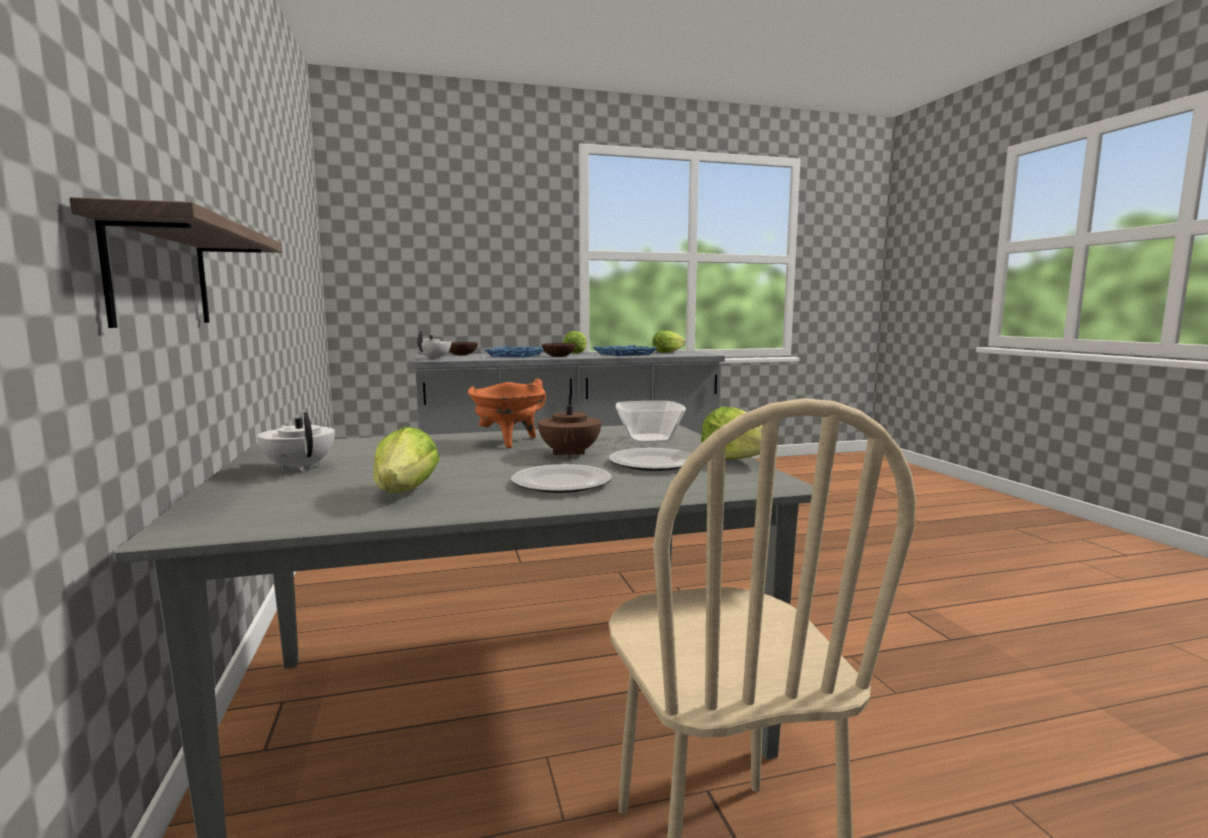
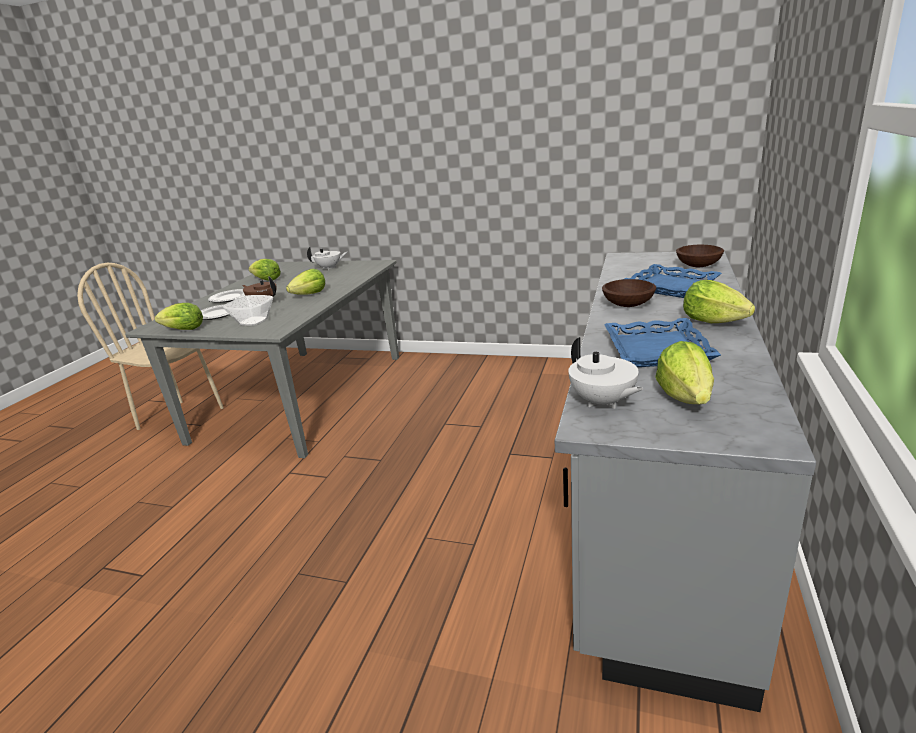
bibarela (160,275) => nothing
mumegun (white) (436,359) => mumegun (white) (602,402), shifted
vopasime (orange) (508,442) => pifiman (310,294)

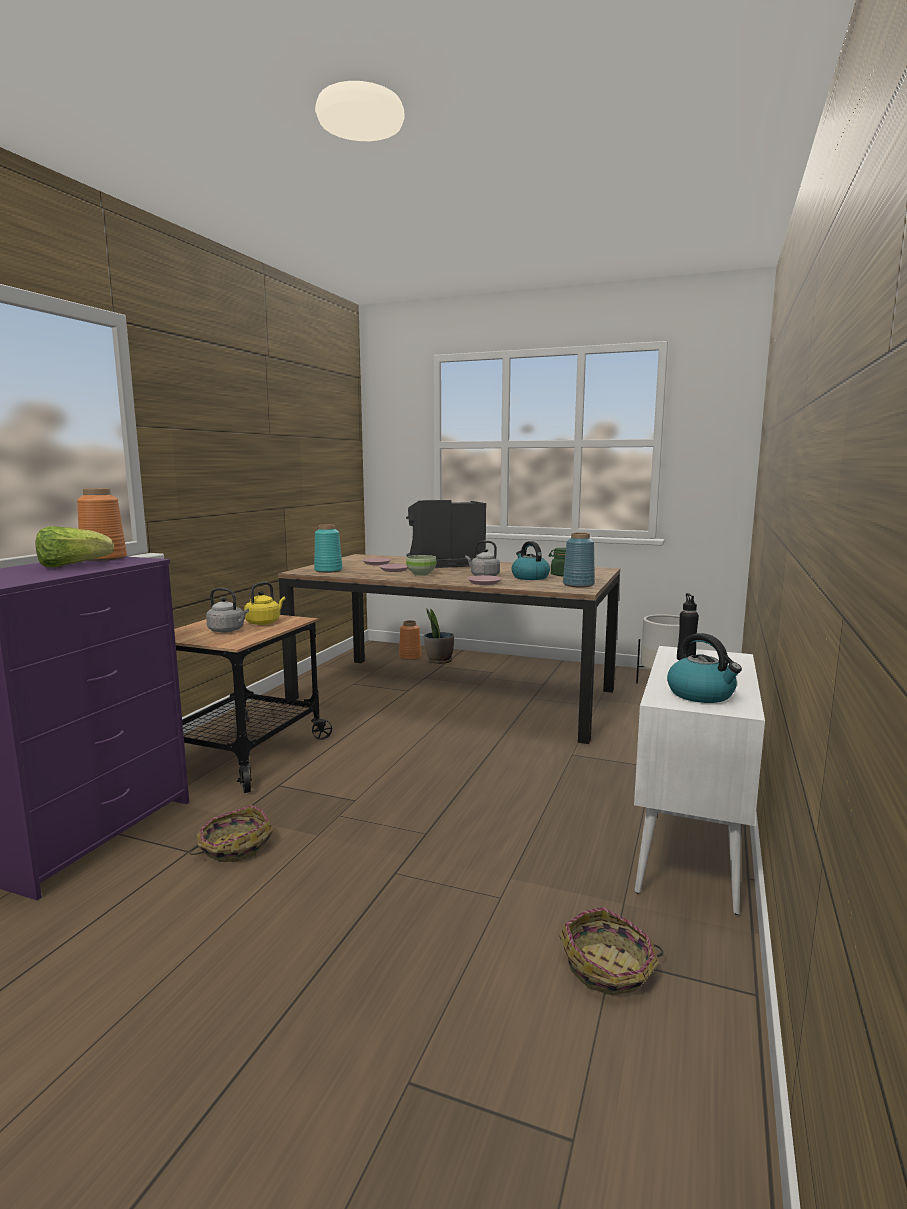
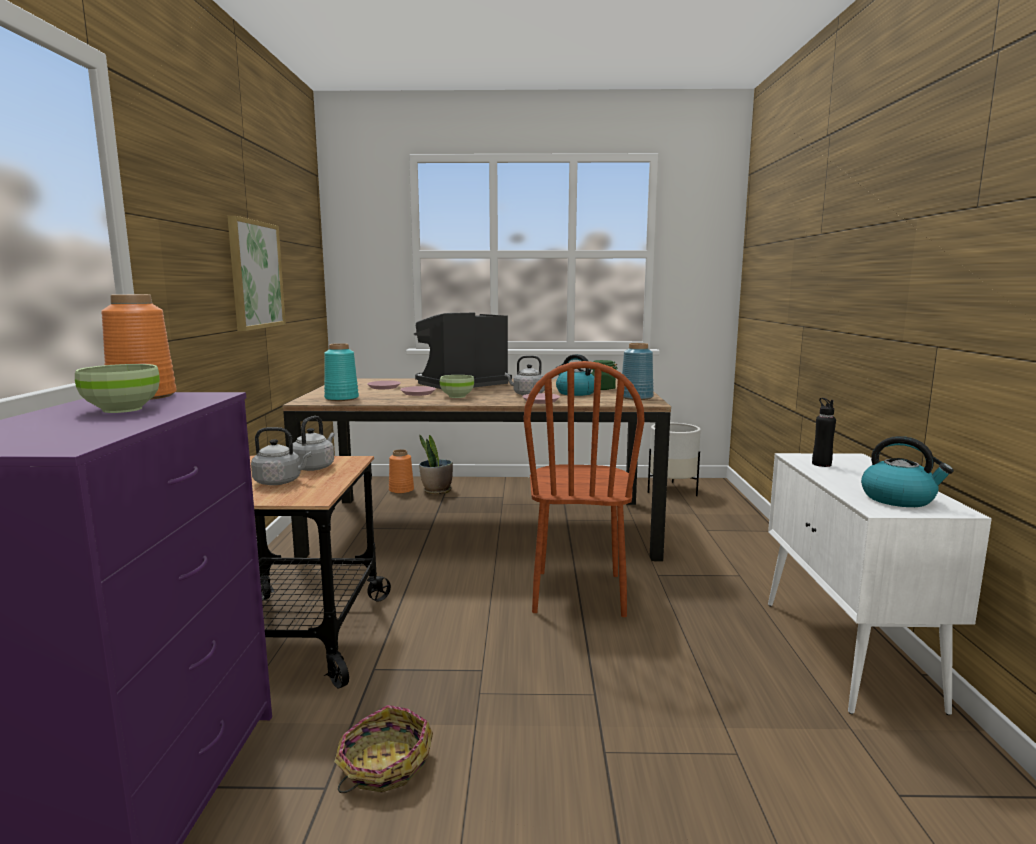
pifiman (72,566) => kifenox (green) (121,409)
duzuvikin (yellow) (264,622) => duzuvikin (grey) (314,467)
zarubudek (609,968) => nothing
nothing => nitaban (255,275)
nothing => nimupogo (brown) (578,593)

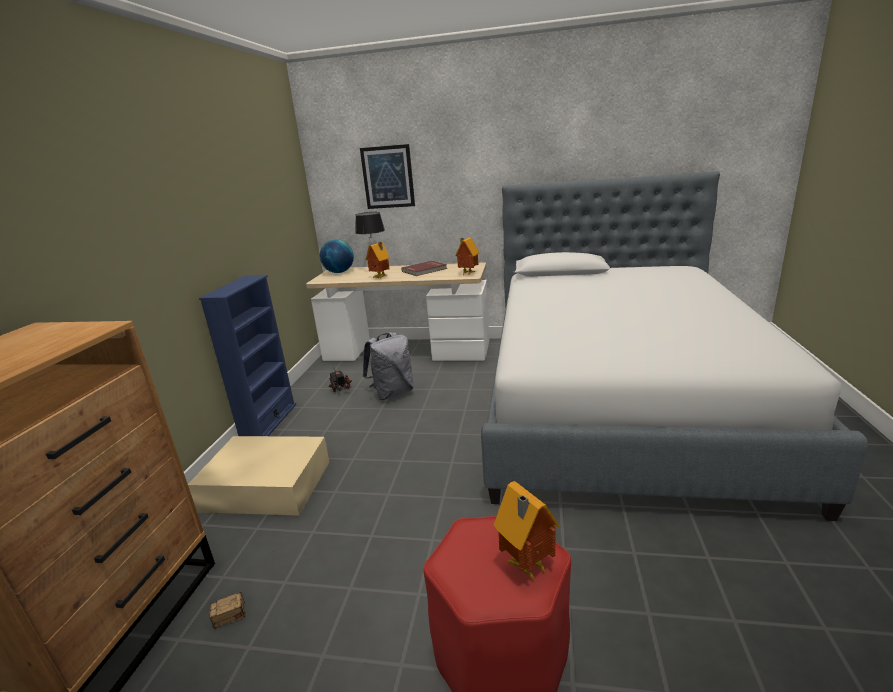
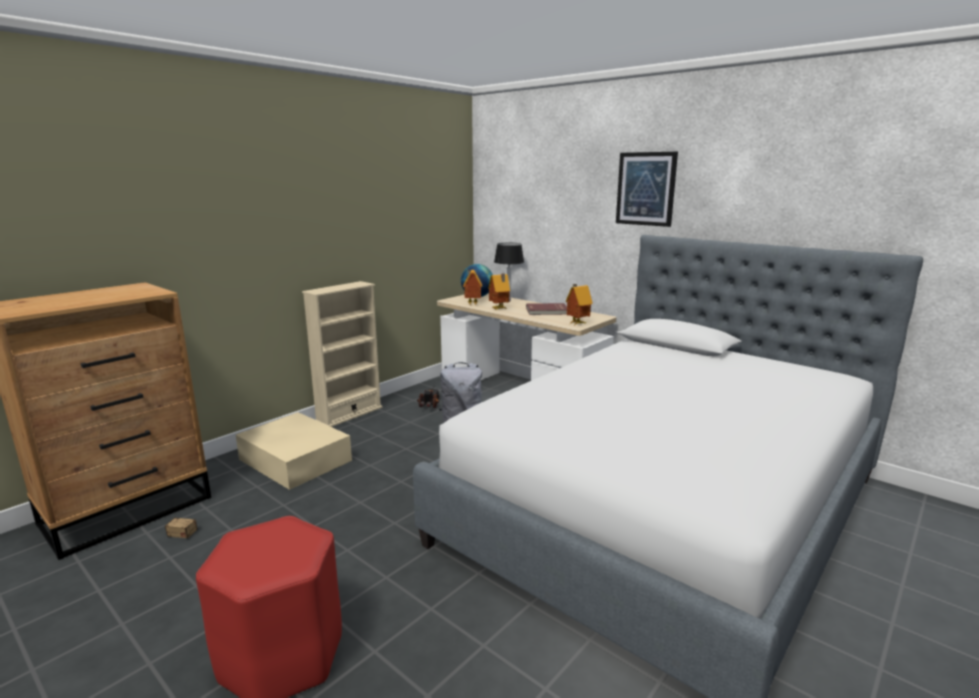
nitaban (388,177) => nitaban (646,189), shifted
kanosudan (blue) (269,422) => kanosudan (beige) (349,414)
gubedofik (526,567) => gubedofik (471,304), shifted

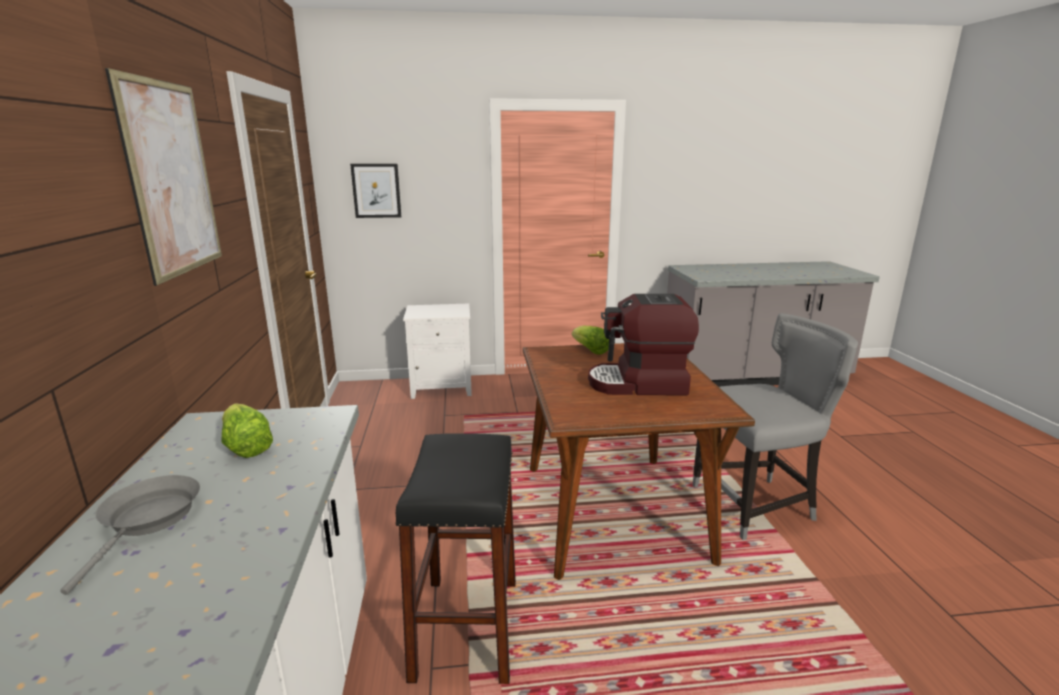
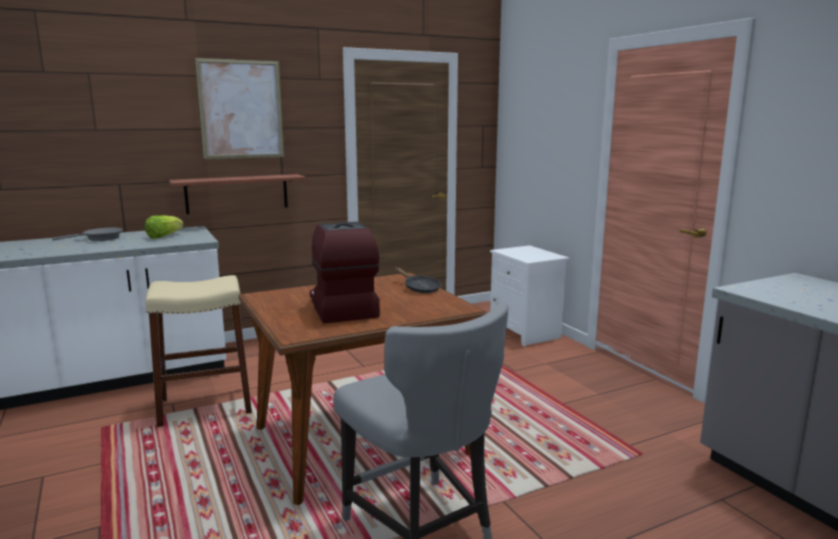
nitaban (376,190) => nothing
pifiman (590,350) => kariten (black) (419,288)
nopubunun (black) (466,627) => nopubunun (beige) (205,406)
nothing => bibarela (237,193)

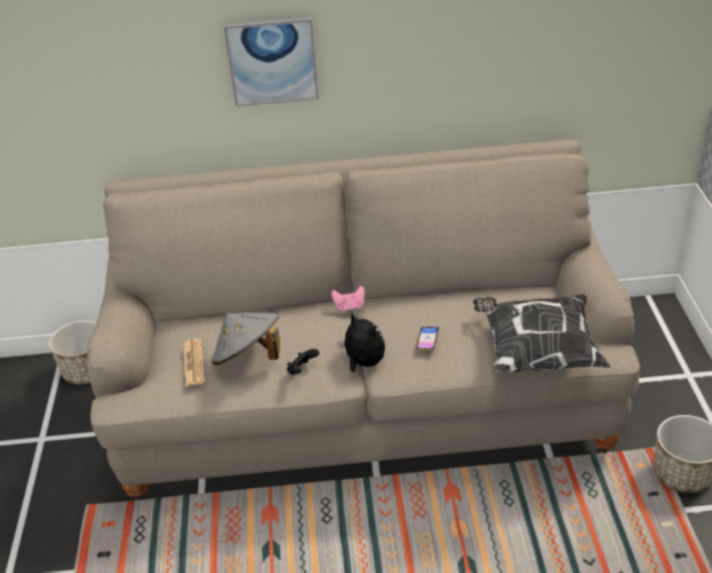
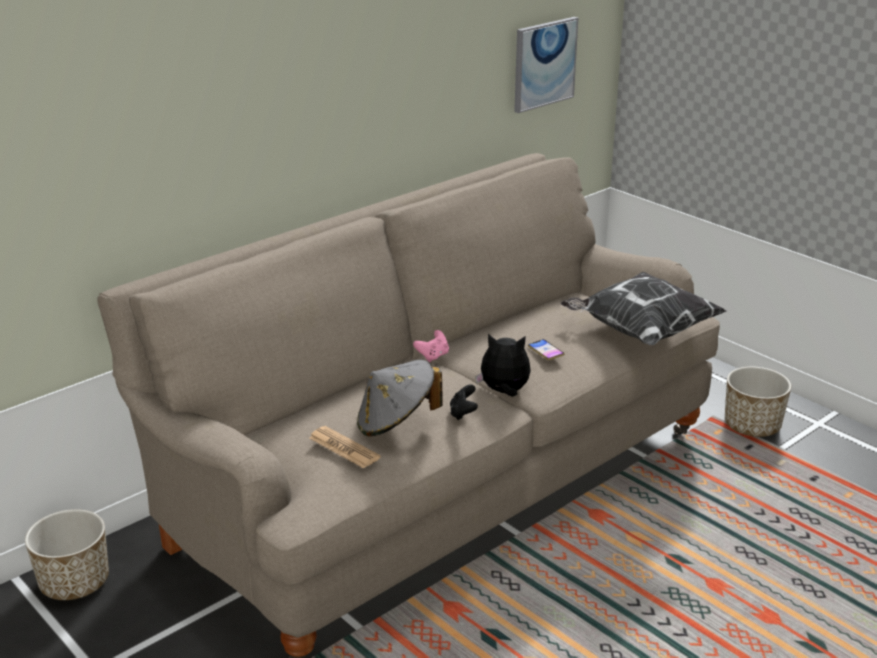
nitaban (272,61) => nitaban (544,64), shifted

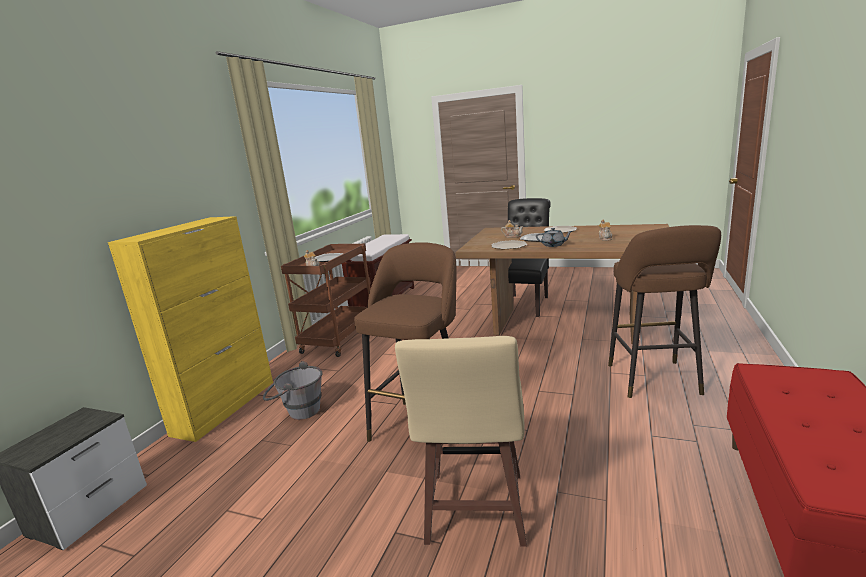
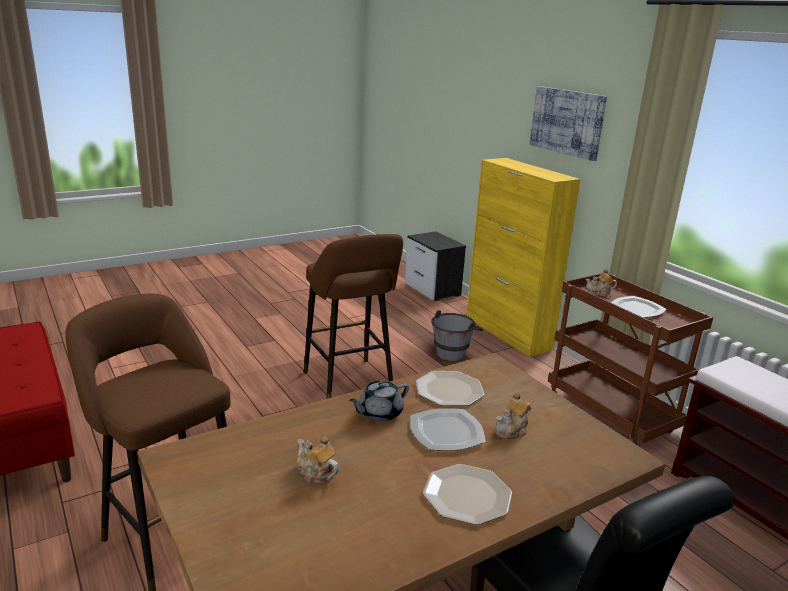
nopubunun (beige) (474,510) => nothing
nothing => nitaban (567,122)

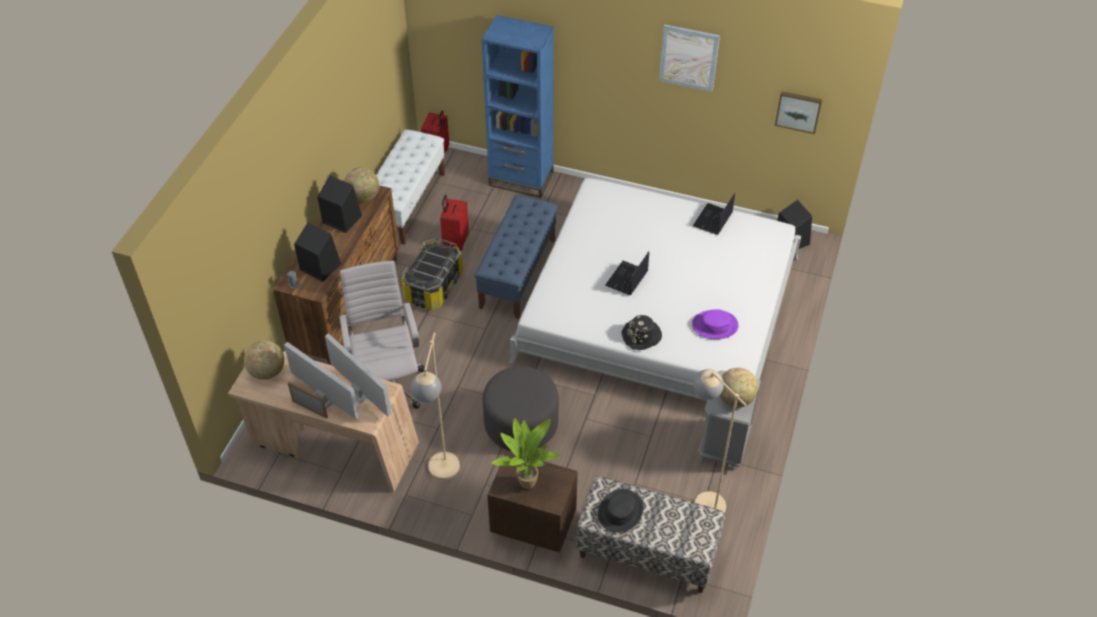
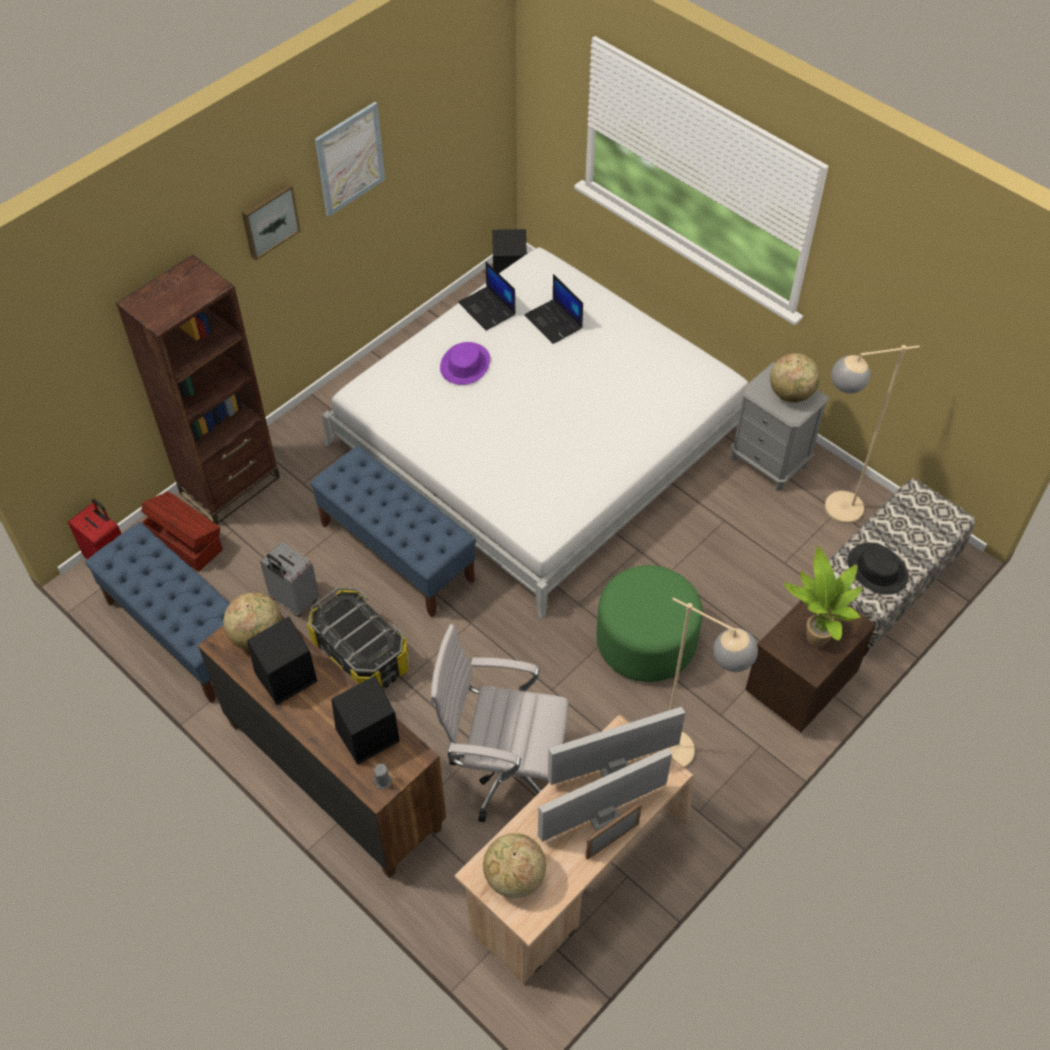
kanosudan (blue) (521,179) => kanosudan (brown) (230,485)
nitaban (798,111) => nitaban (269,220), shifted
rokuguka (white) (407,203) => rokuguka (blue) (182,632)
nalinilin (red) (455,241) => nalinilin (grey) (294,600)
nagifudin (627,279) => nagifudin (554,322), shifted
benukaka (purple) (715,325) => benukaka (purple) (465,364), shifted
benukaka (black) (641,335) => nothing
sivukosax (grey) (521,424) => sivukosax (green) (646,642)
nothing => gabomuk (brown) (185,541)

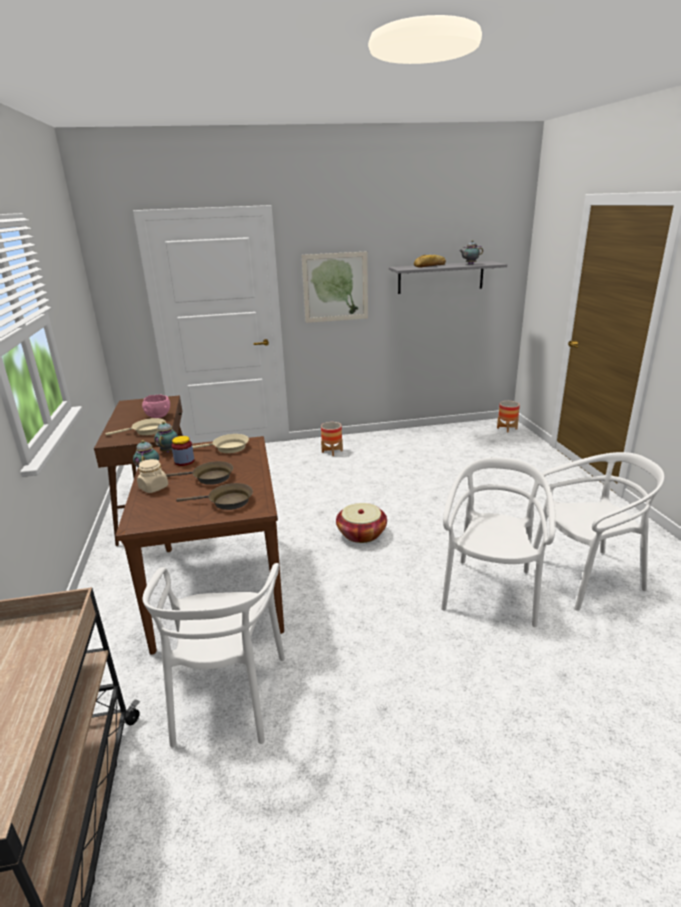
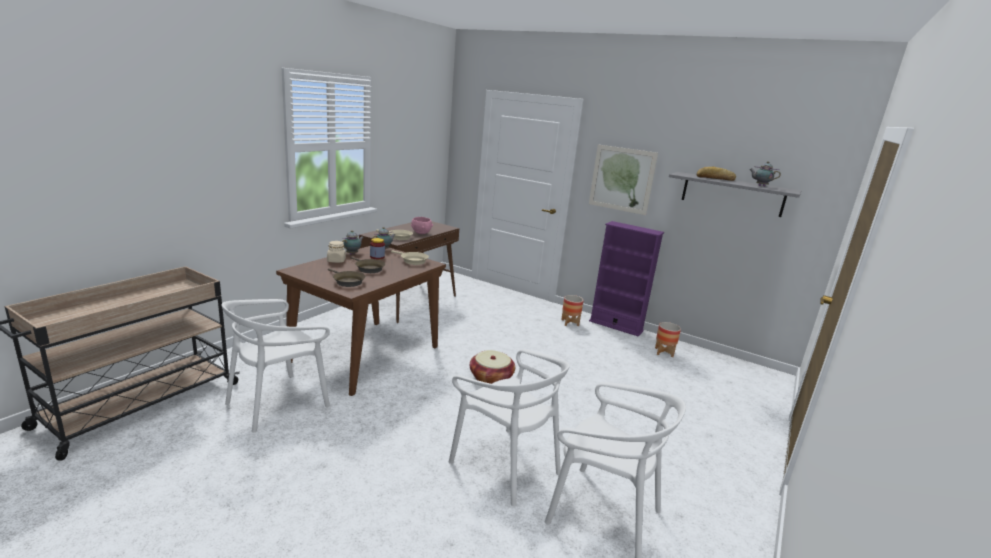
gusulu (507,428) => gusulu (664,352), shifted
nimupogo (white) (491,592) => nimupogo (white) (505,465), 75 degrees clockwise
nothing => kanosudan (purple) (616,326)

